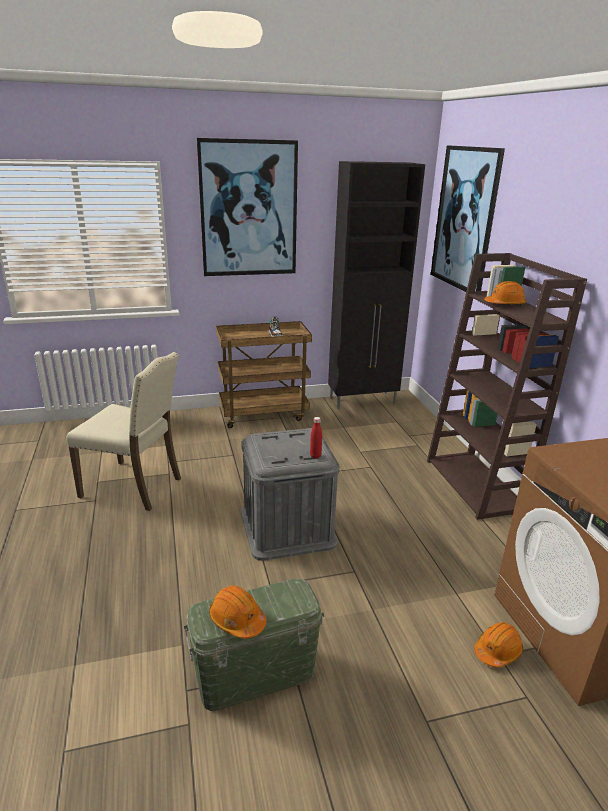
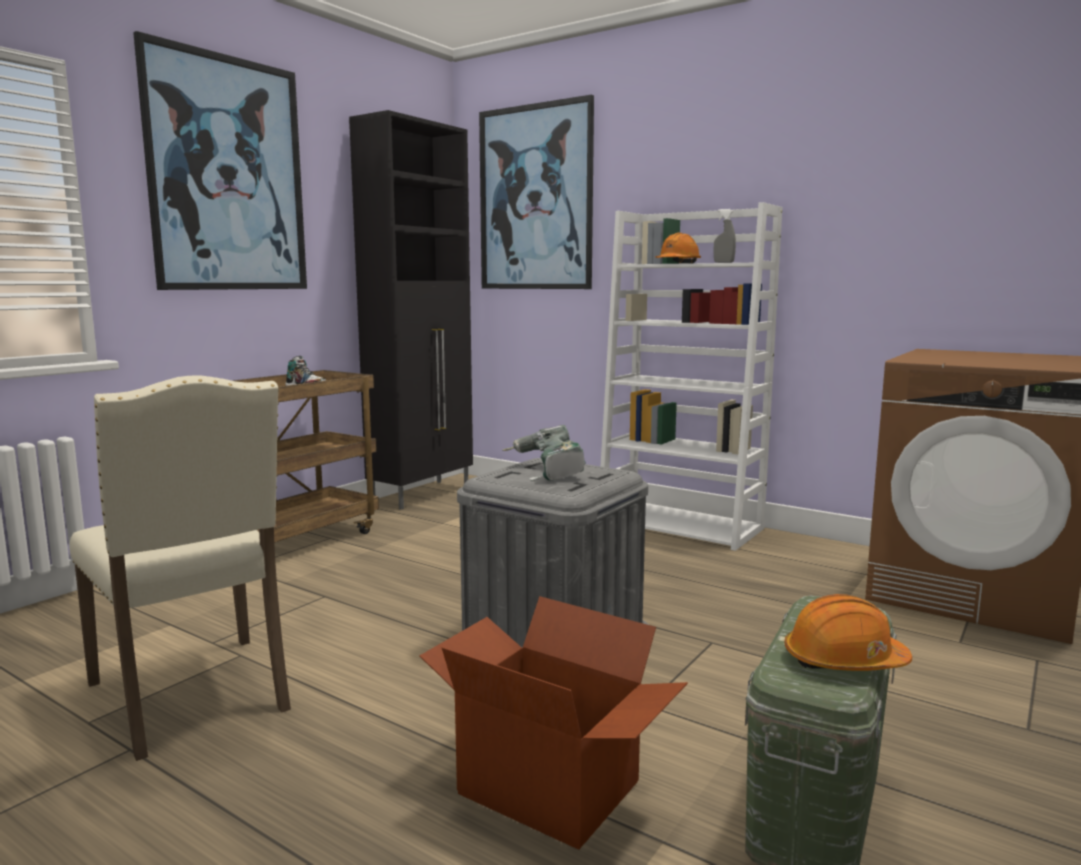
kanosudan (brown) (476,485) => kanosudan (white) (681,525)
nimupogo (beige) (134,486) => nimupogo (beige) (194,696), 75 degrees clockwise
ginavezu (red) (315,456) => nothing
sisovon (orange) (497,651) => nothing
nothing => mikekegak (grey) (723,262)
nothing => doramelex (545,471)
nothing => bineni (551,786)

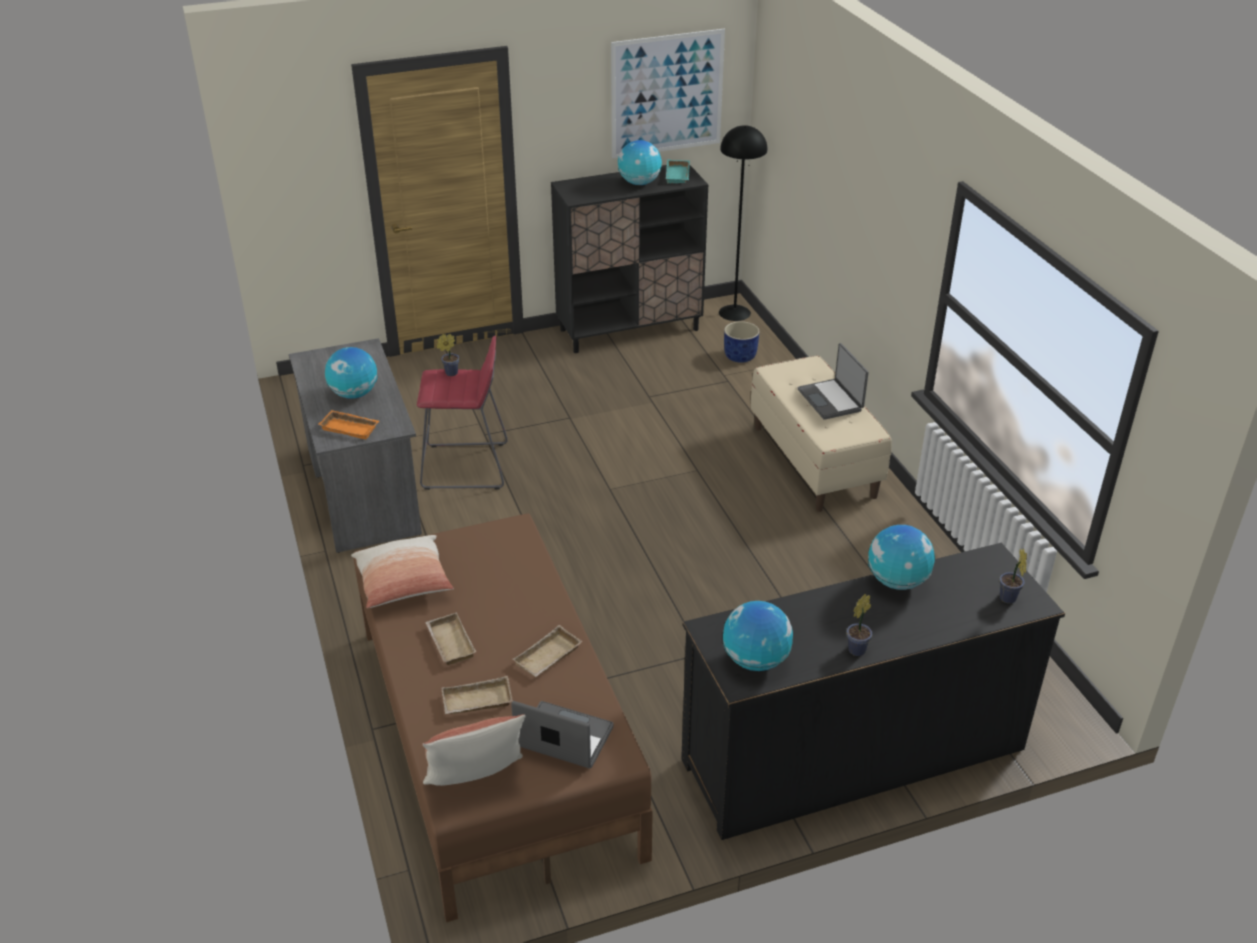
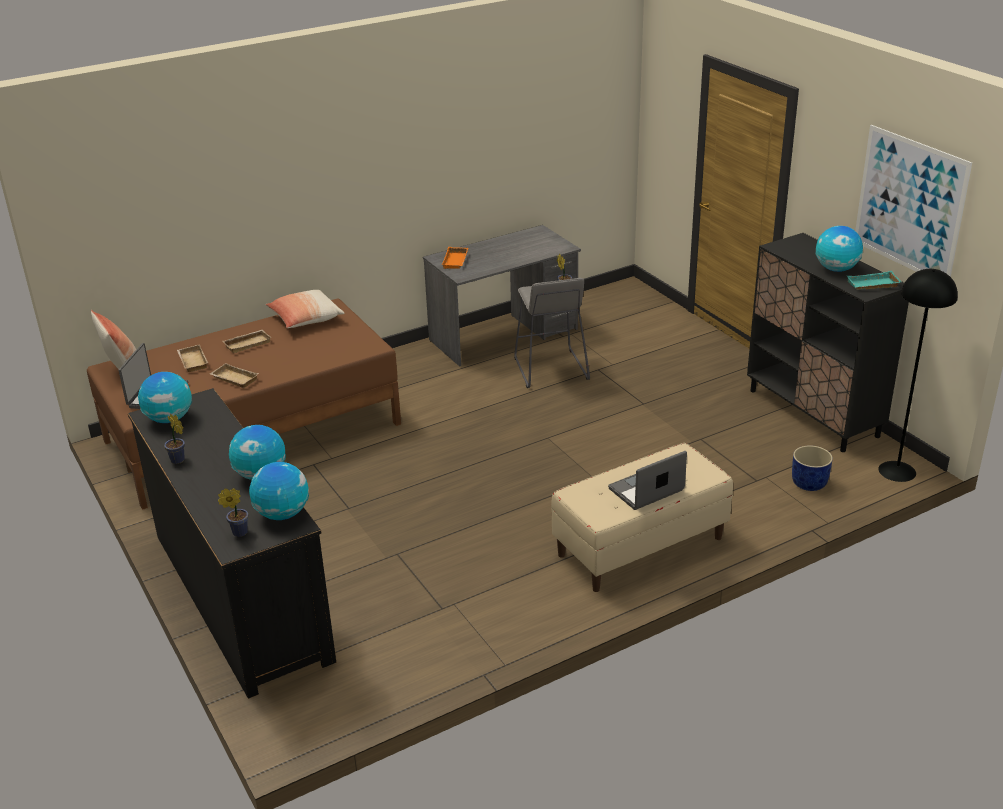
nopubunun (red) (465,466) => nopubunun (grey) (550,369)
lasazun (354,394) => lasazun (282,514), shifted

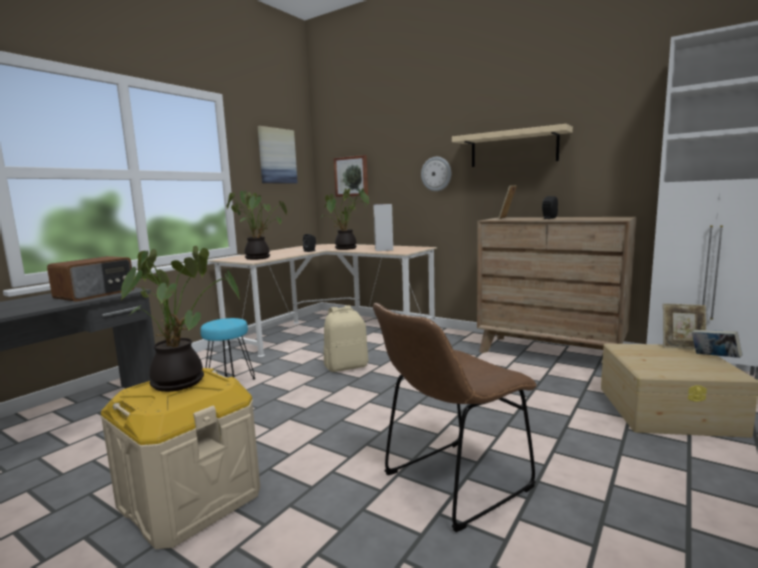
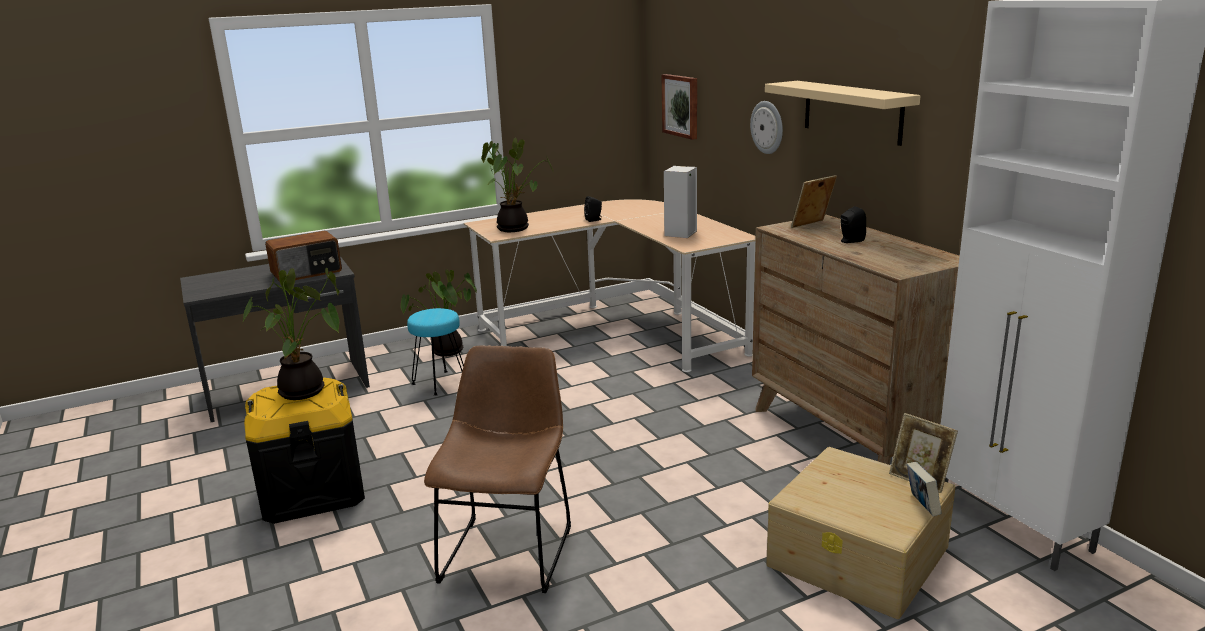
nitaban (277,156) => nothing
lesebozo (345,248) => lesebozo (445,352), shifted
nimupogo (brown) (451,484) => nimupogo (brown) (509,549), 105 degrees clockwise
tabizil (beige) (346,366) => nothing
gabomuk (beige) (190,499) => gabomuk (black) (313,491)

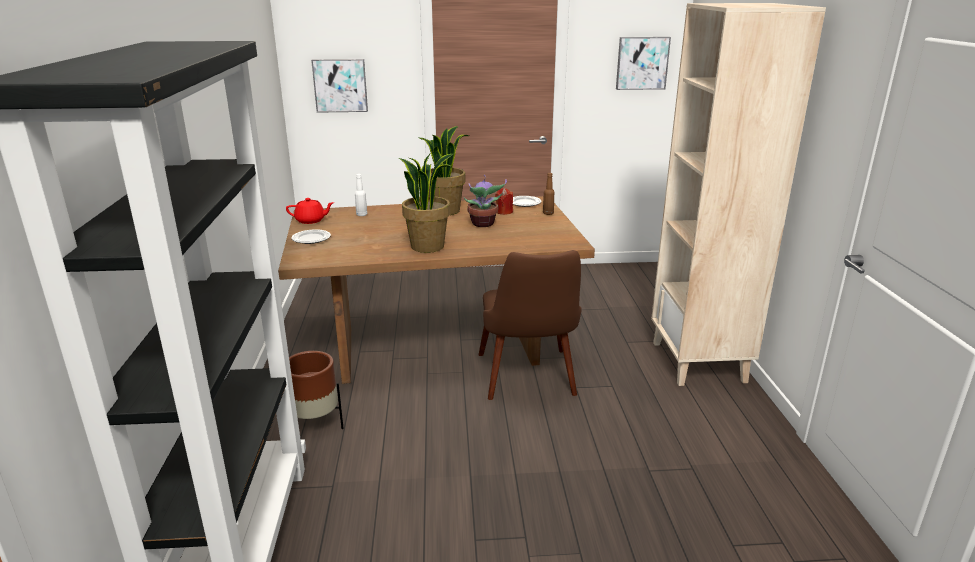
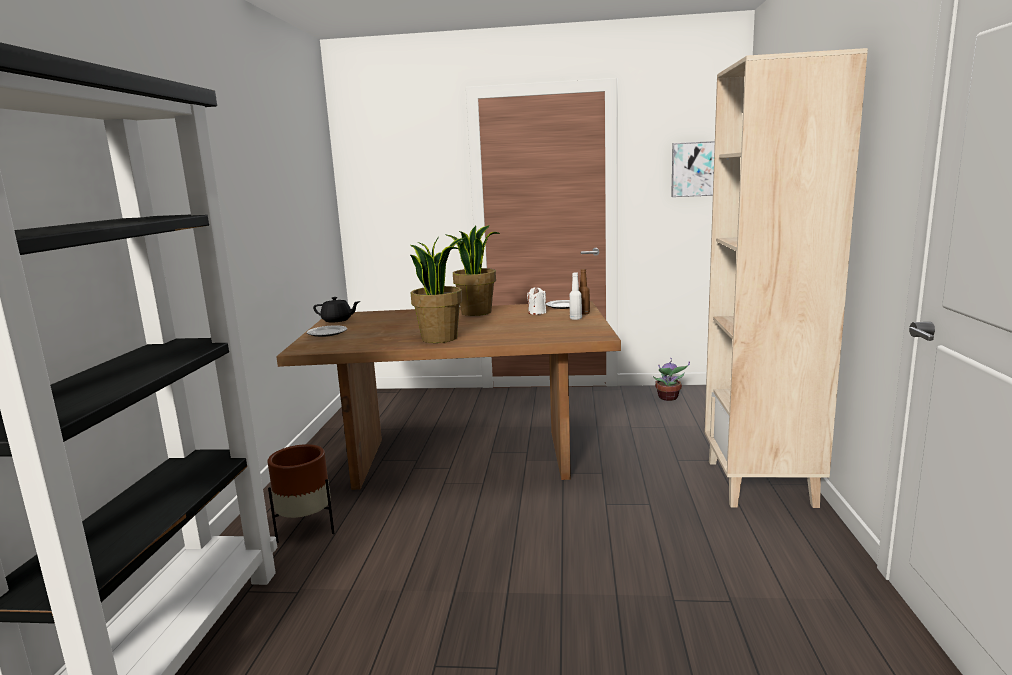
nitaban (340,85) => nothing
ginavezu (white) (361,215) => ginavezu (white) (575,318), shifted
lesebozo (483,224) => lesebozo (668,398), shifted
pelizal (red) (504,212) => pelizal (white) (537,312)
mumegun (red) (311,220) => mumegun (black) (337,320)
nimupogo (brown) (529,381) => nothing

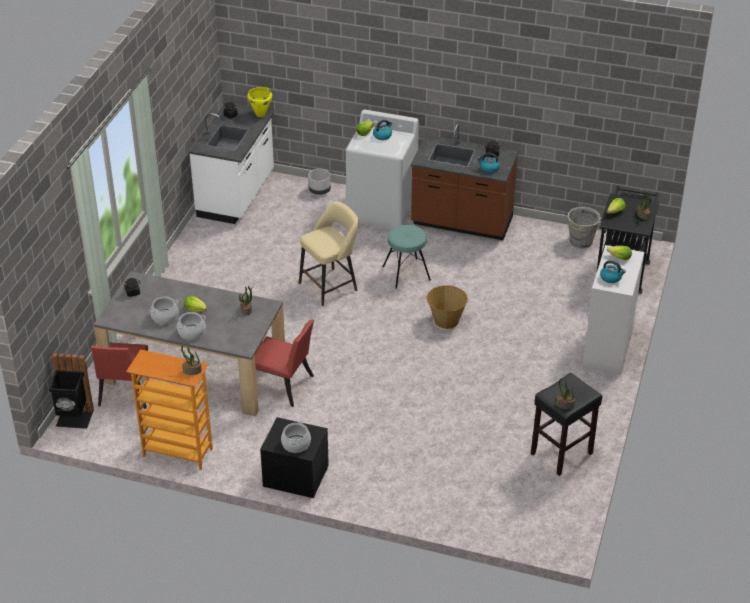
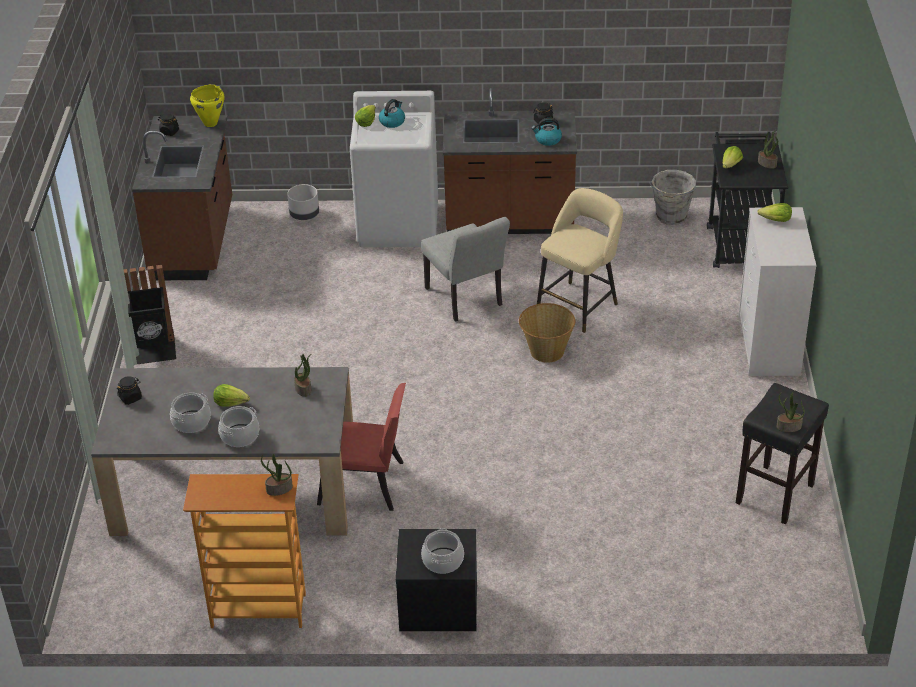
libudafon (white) (237,195) => libudafon (brown) (194,242)
nopubunun (beige) (331,285) => nopubunun (beige) (579,305), shifted
nopubunun (turquoise) (406,273) => nimupogo (grey) (466,300)
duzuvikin (611,278) => nothing
nimupogo (red) (125,392) => nothing
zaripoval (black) (74,419) => zaripoval (black) (155,352), shifted

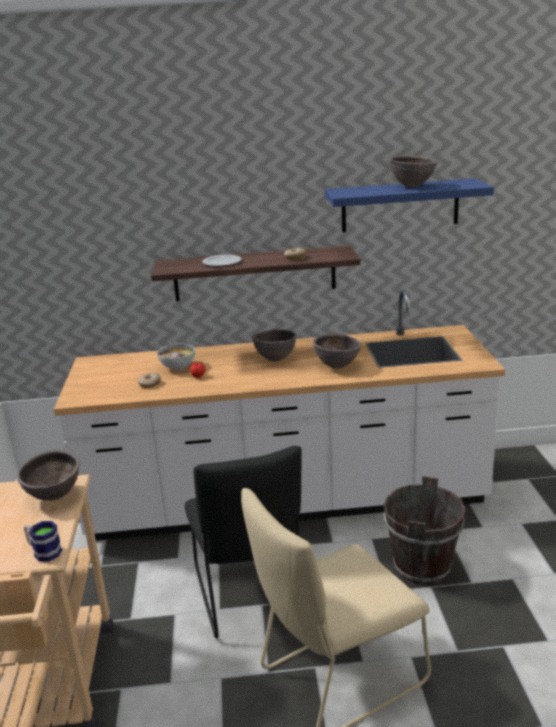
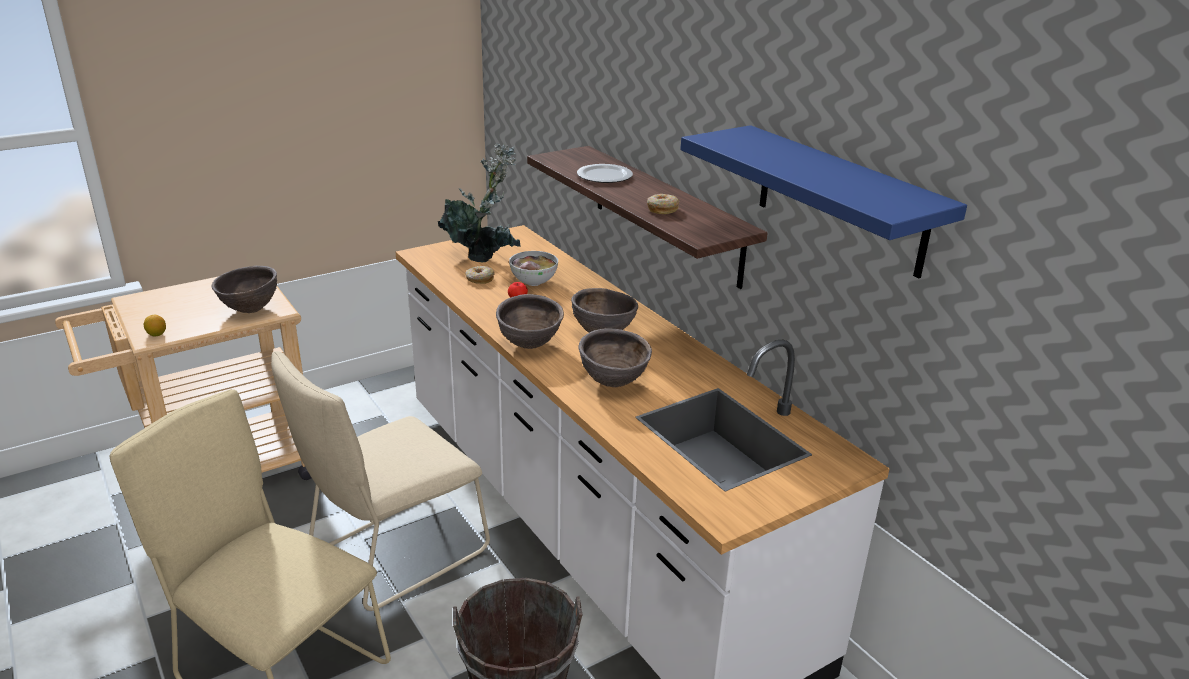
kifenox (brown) (412,186) => kifenox (brown) (529,345), shifted
nimupogo (black) (250,596) => nimupogo (beige) (392,555)
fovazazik (43,551) => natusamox (156,334)
nothing => lesebozo (483,256)

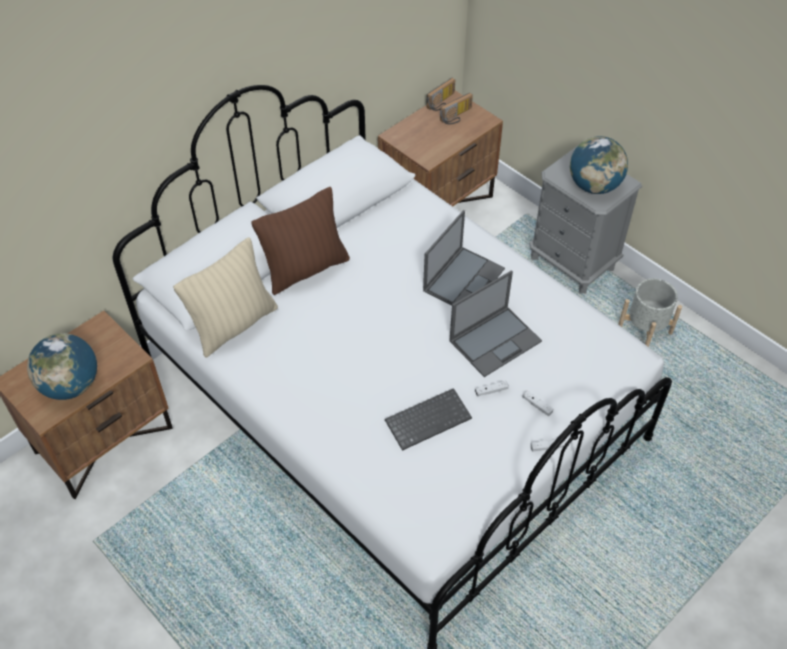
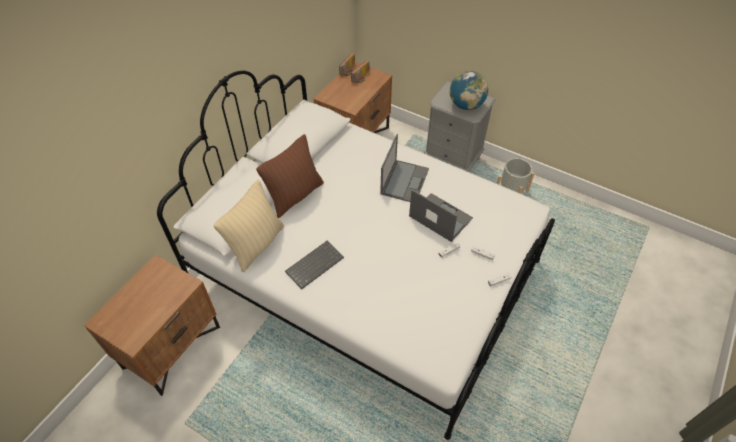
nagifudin (495,340) => nagifudin (439,217), 90 degrees counterclockwise
lasazun (71,385) => nothing
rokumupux (428,418) => rokumupux (314,264), shifted

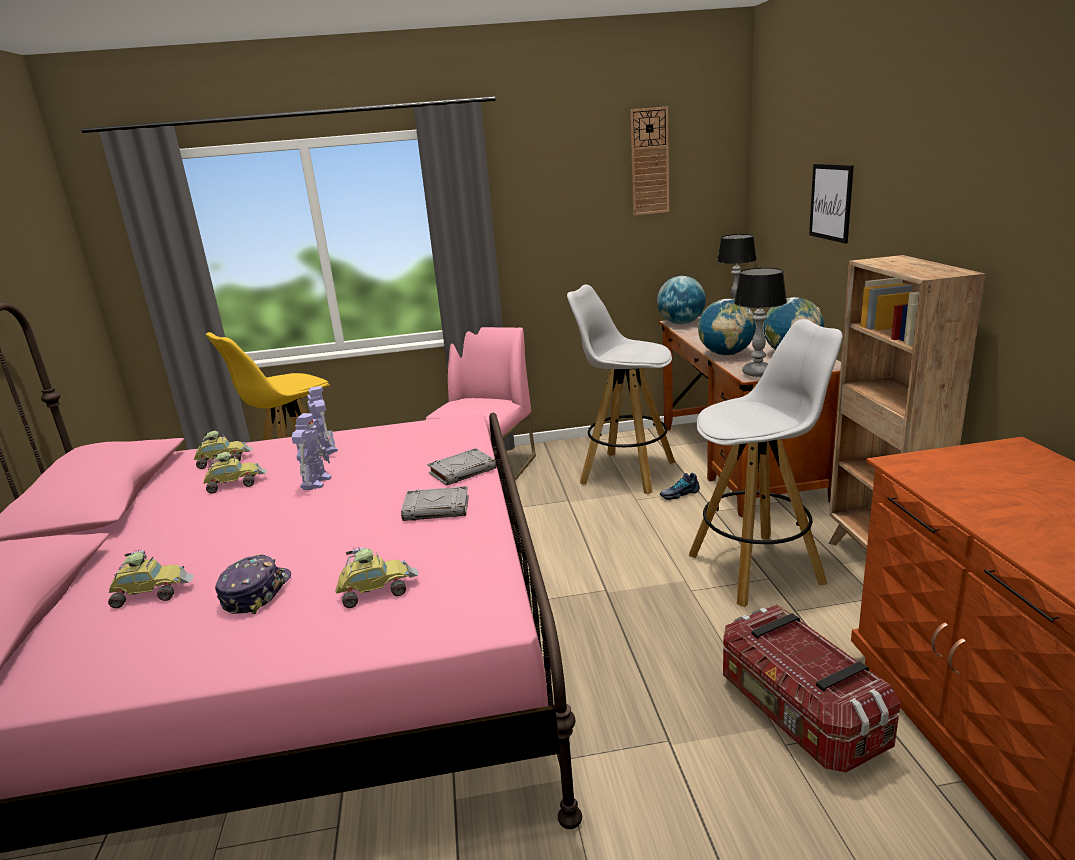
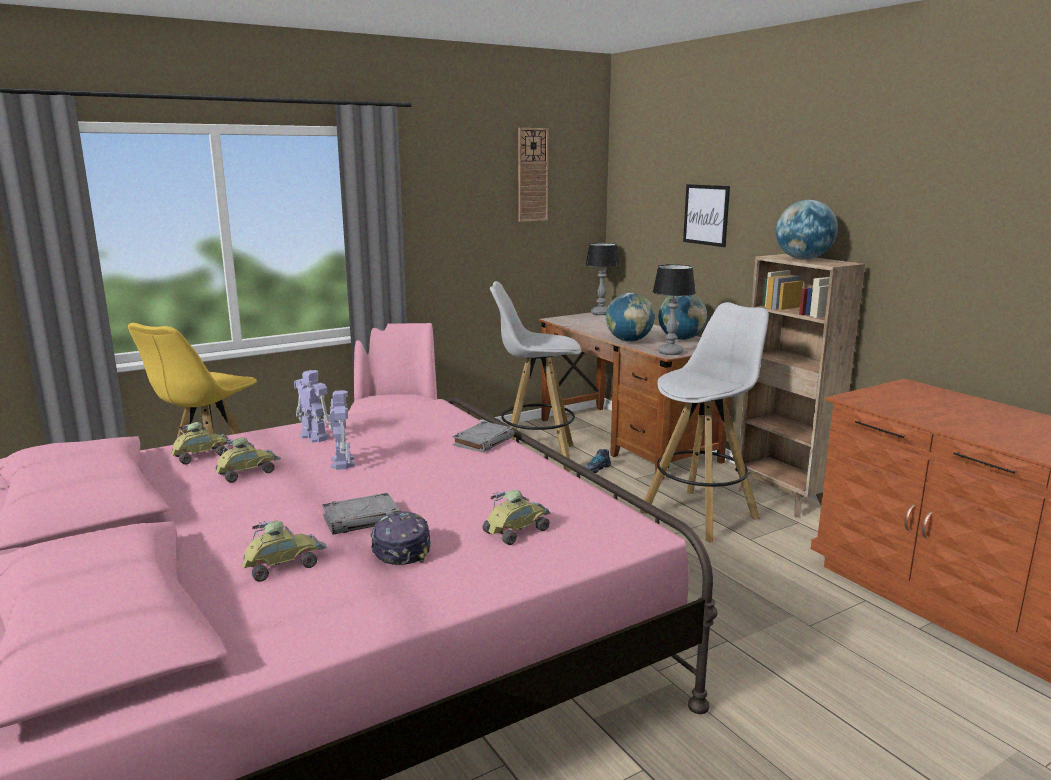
lasazun (681,323) => lasazun (803,259), shifted
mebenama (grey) (437,508) => mebenama (grey) (362,519), shifted
gabomuk (798,714) => nothing

